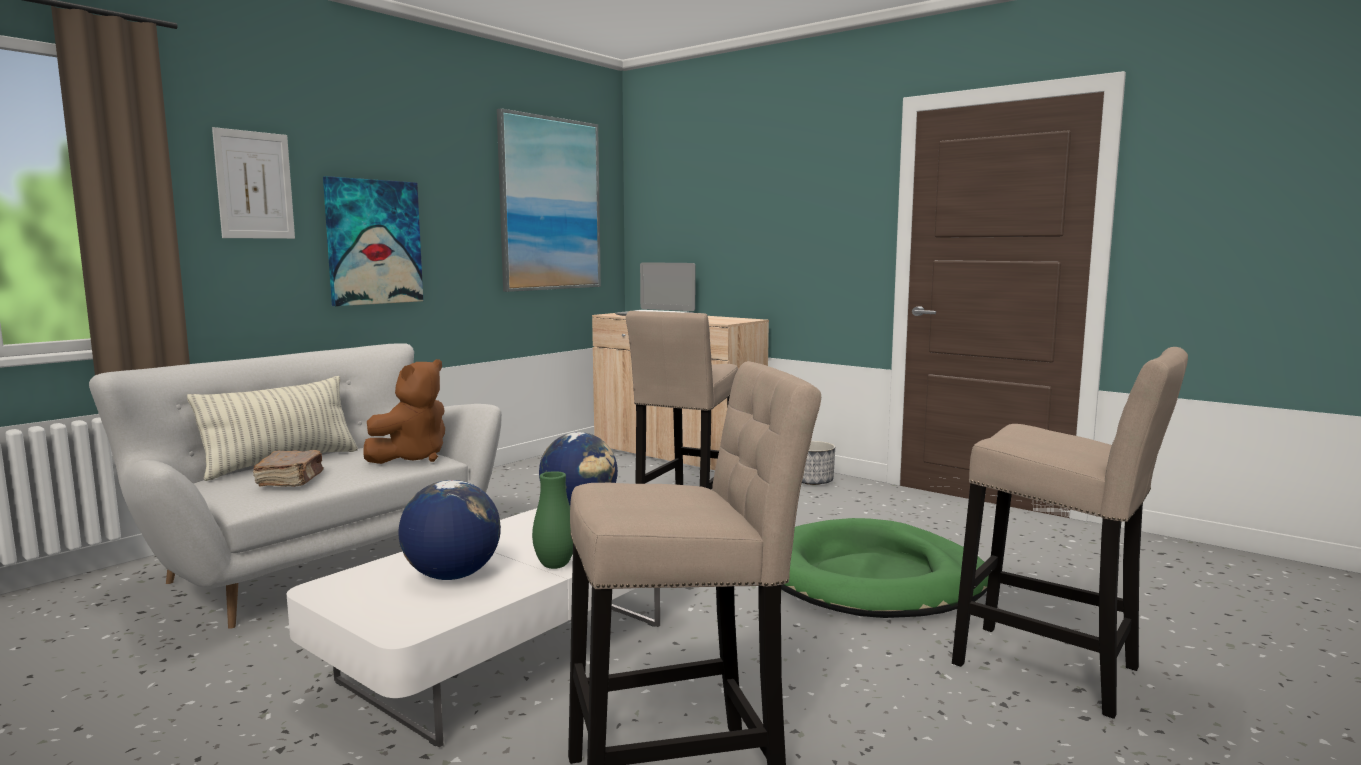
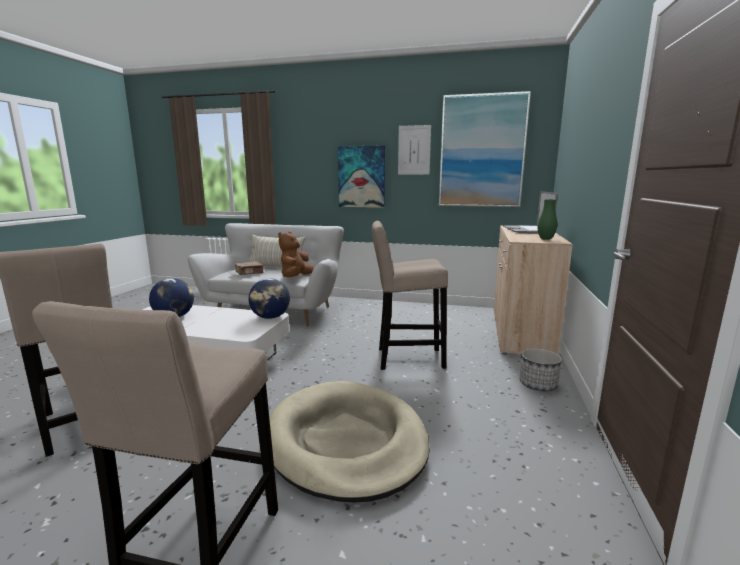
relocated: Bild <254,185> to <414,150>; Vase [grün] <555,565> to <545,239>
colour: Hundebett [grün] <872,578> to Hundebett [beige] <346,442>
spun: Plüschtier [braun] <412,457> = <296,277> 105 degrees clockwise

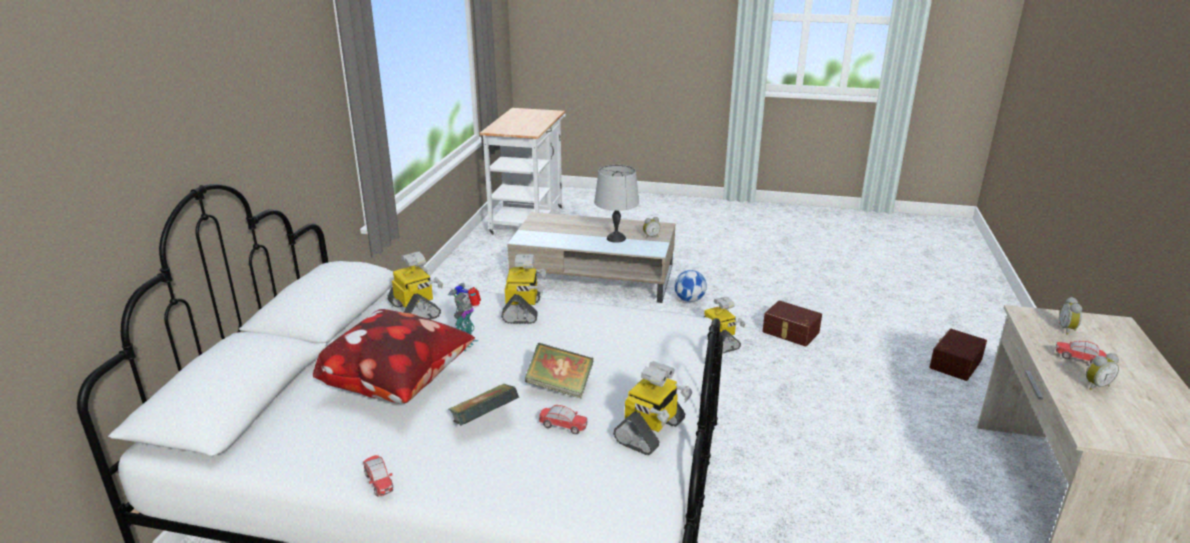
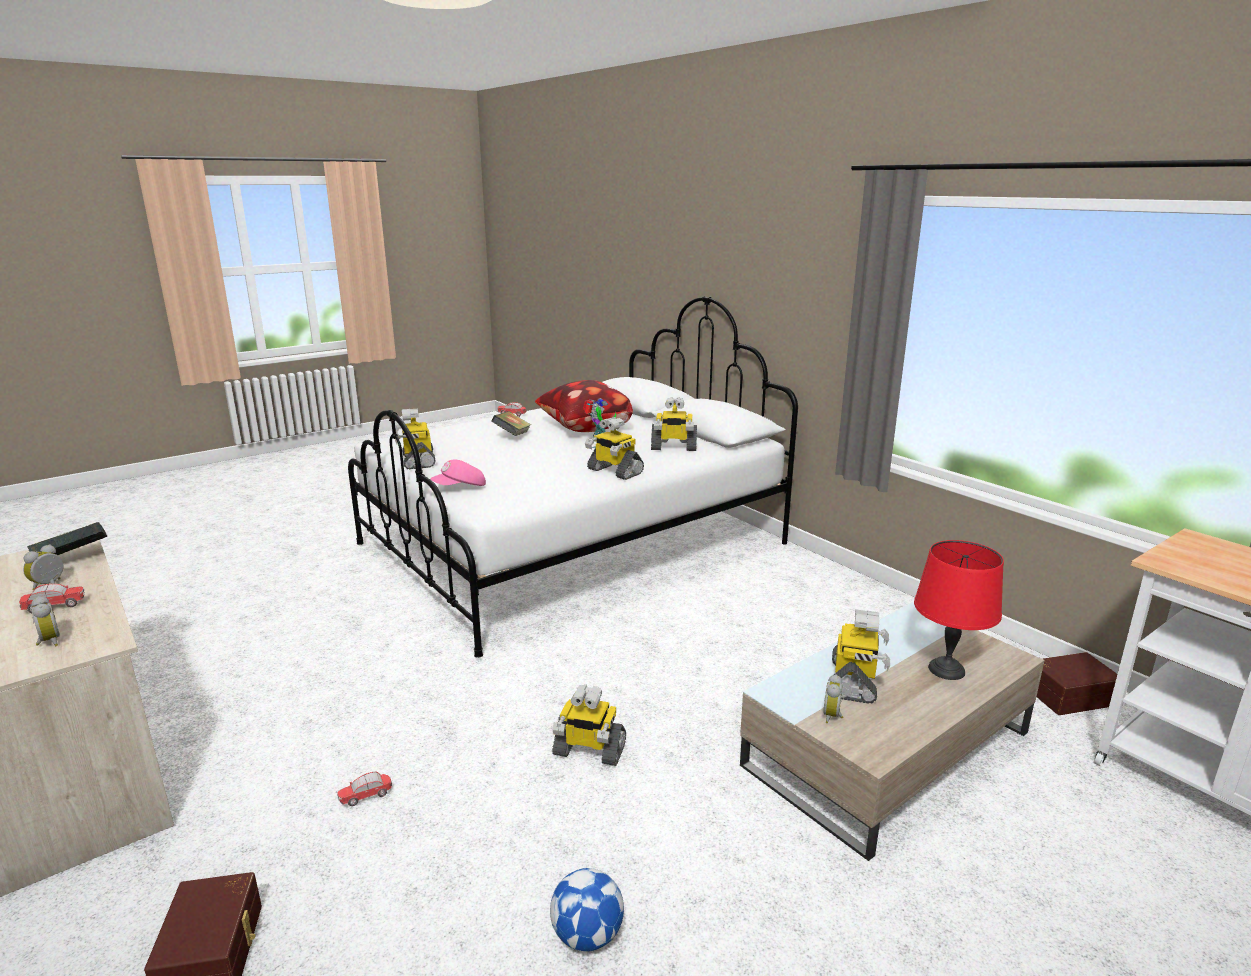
appeared: Kappe [rosa] <460,488>; Tischlampe [rot] <945,669>
relocated: Buch <560,386> to <73,560>; Spielzeugauto <563,426> to <366,796>; Fußball <689,300> to <587,935>; Aufbewahrungsbox [braun] <790,332> to <1068,694>
exchanged: Tischlampe [grau] <616,238> to Spielzeugroboter <854,682>

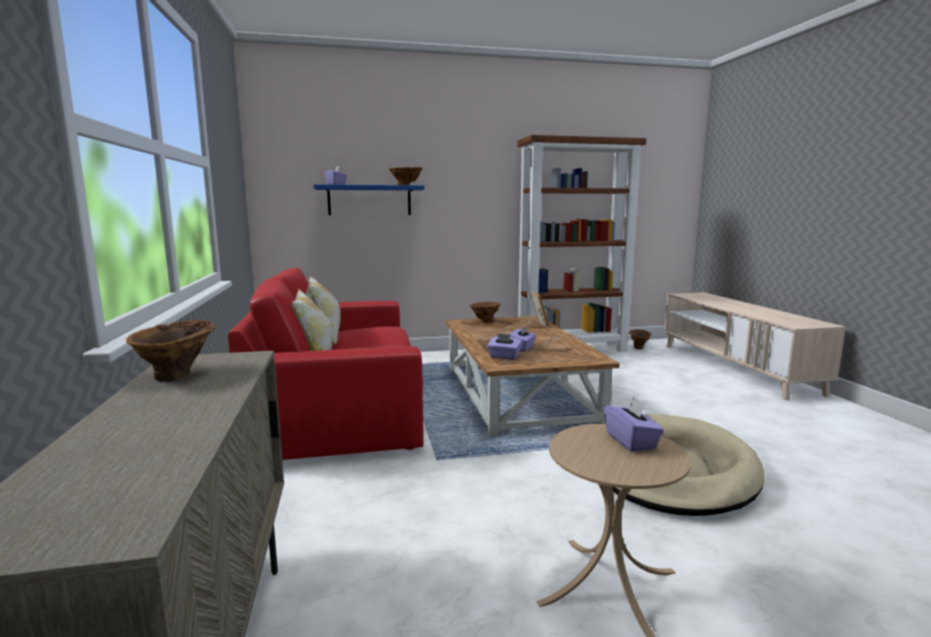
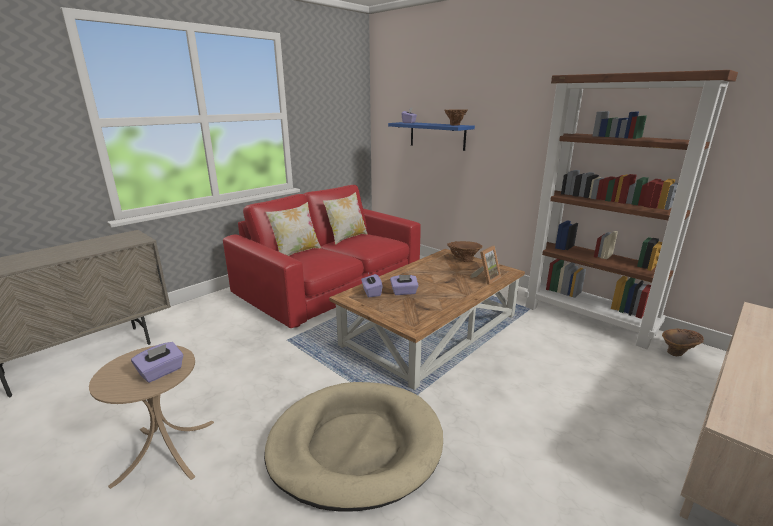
missing: Vase [braun] <179,374>

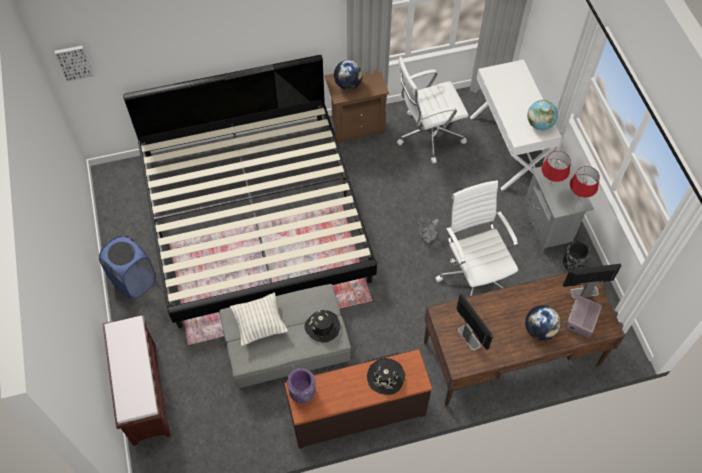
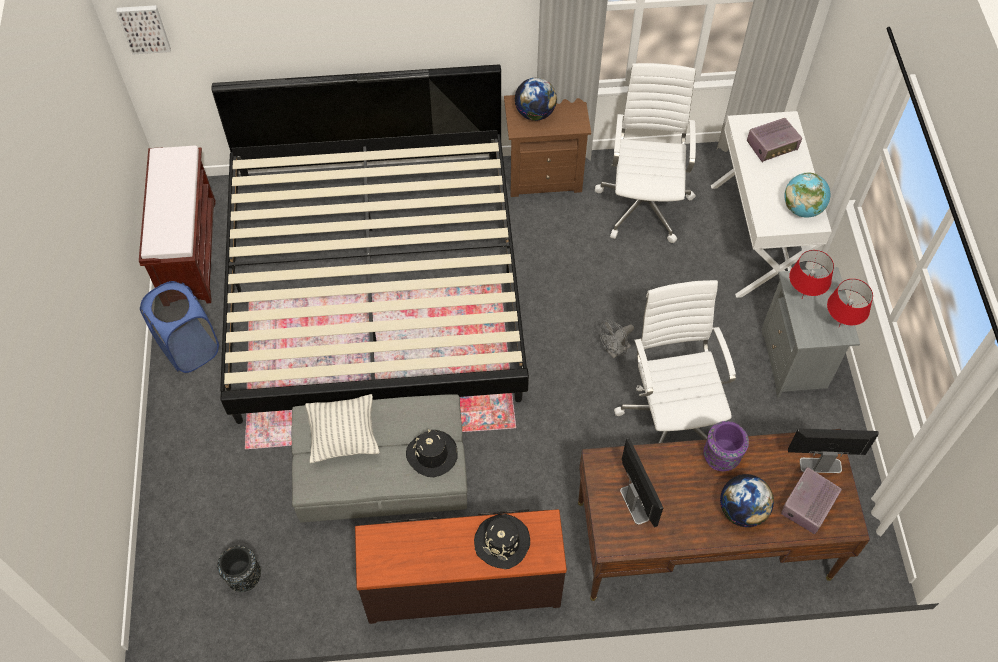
appeared: Radio <772,146>
relocated: Bank [braun] <144,392> to <189,251>; Vase [schwarz] <572,264> to <244,577>; Vase [lila] <302,393> to <721,458>
spun: Bürostuhl [weiß] <428,135> = <644,203> 105 degrees clockwise

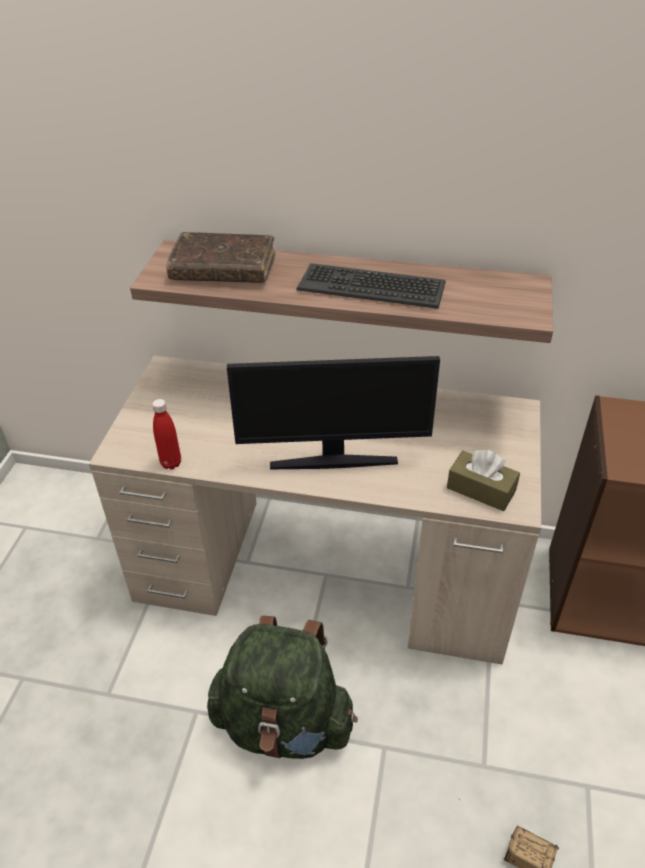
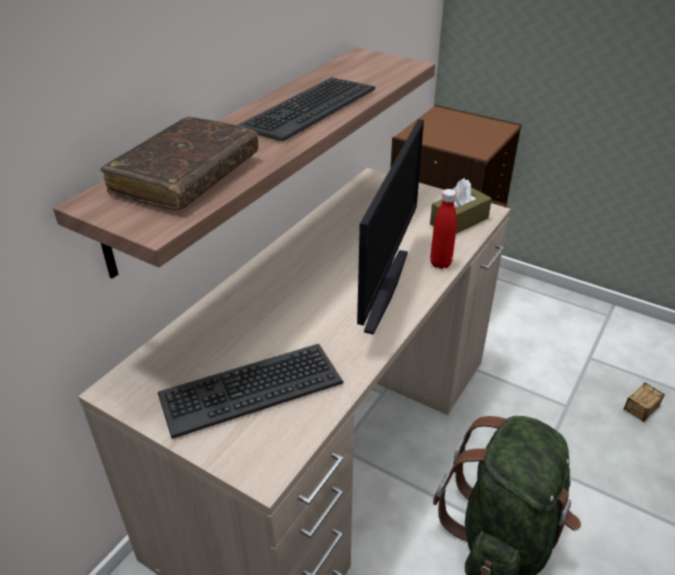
appeared: Tastatur <251,388>
relocated: Flasche [rot] <171,463> to <440,263>

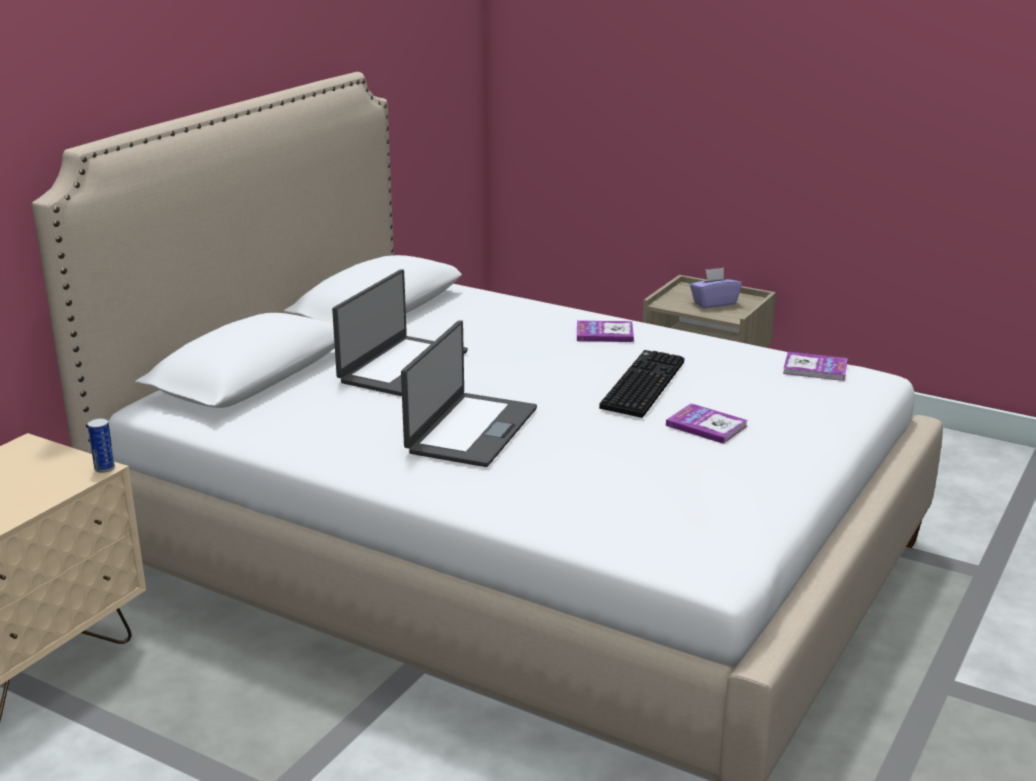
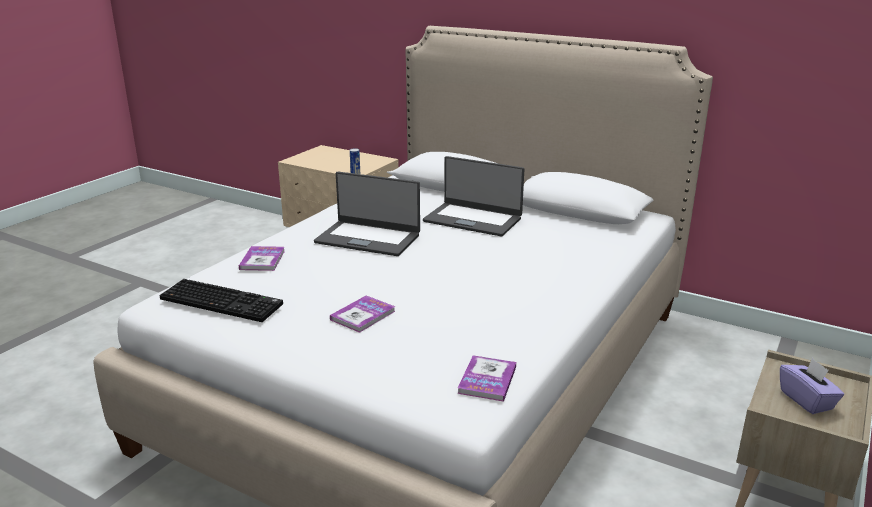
relocated: Tastatur <641,384> to <223,301>; Buch <604,333> to <262,260>

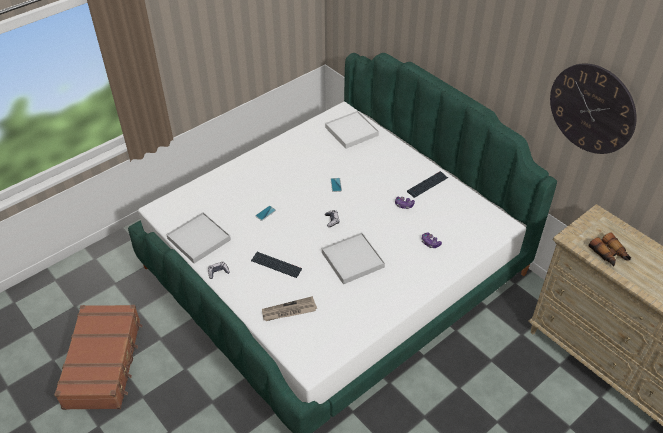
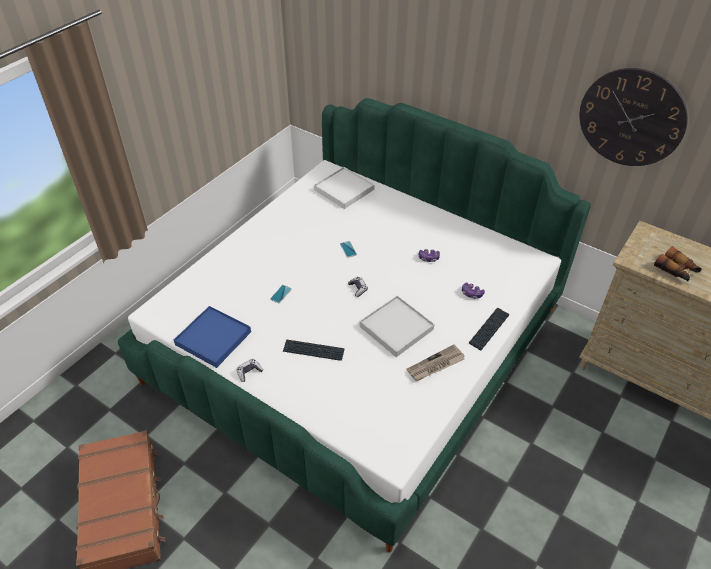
relocated: Zeitung <289,311> to <435,365>; Tastatur <427,185> to <489,329>
colour: Tablett [weiß] <199,239> to Tablett [blau] <213,338>

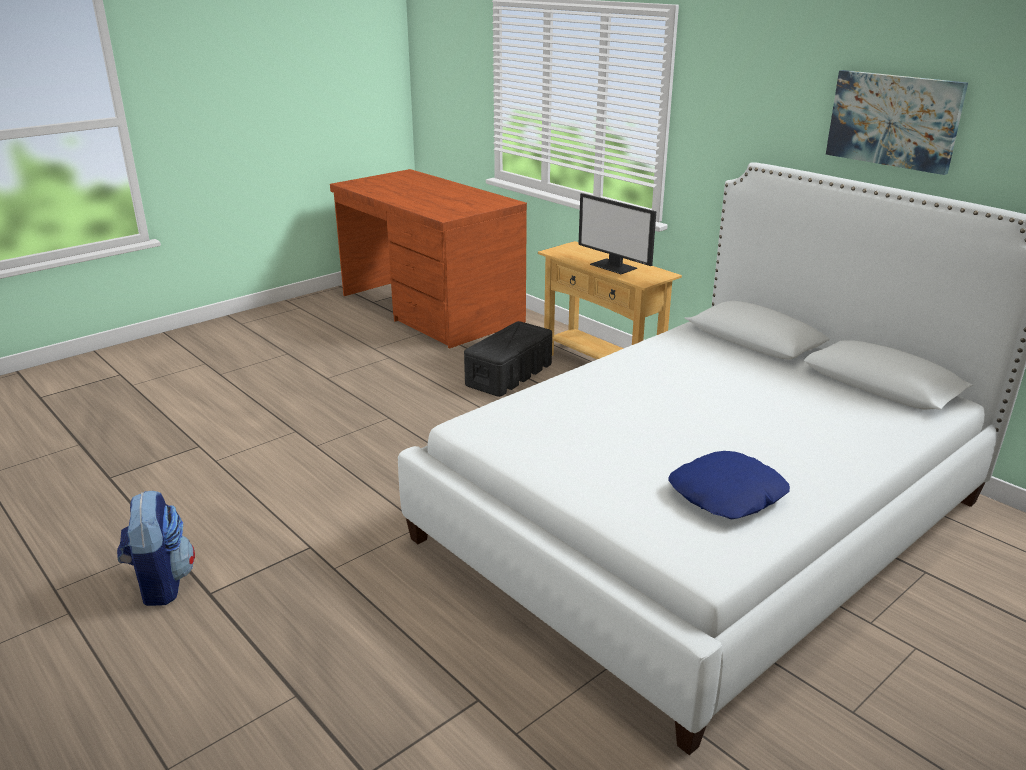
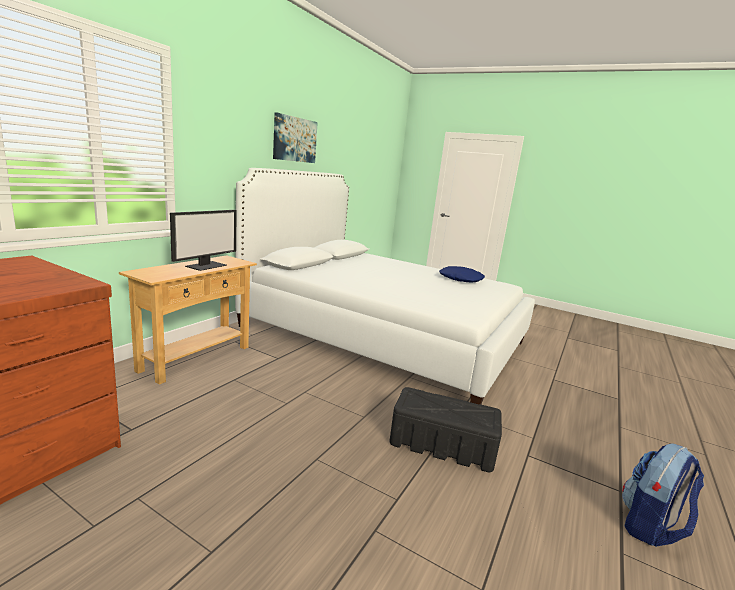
relocated: Aufbewahrungsbox [schwarz] <509,374> to <441,444>

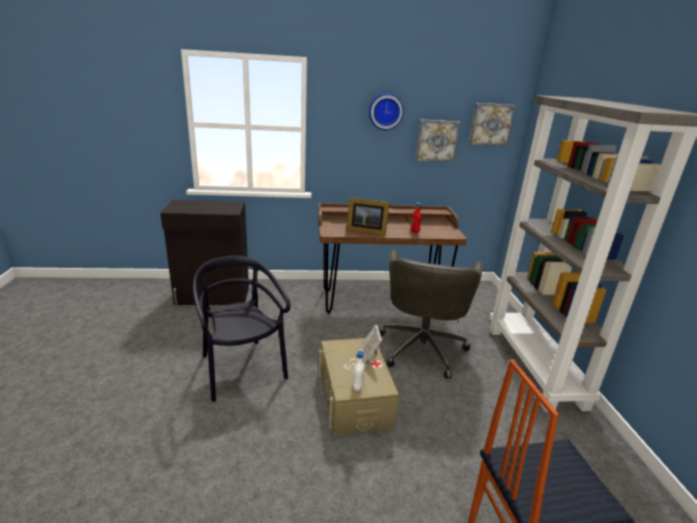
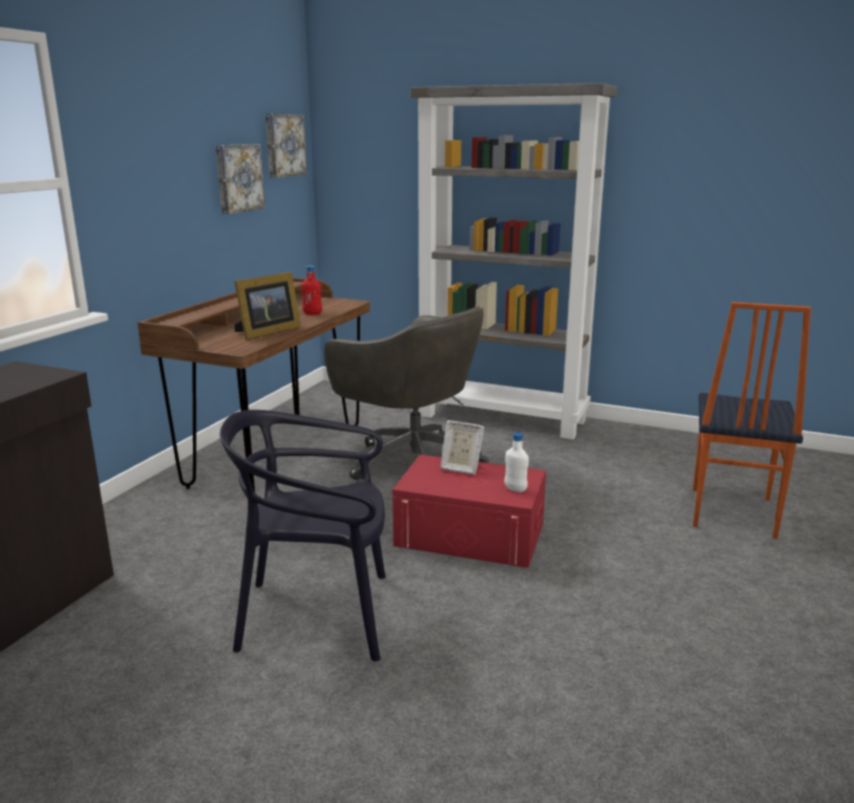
missing: Wanduhr <385,111>
colour: Aufbewahrungsbox [beige] <354,398> to Aufbewahrungsbox [rot] <470,535>

